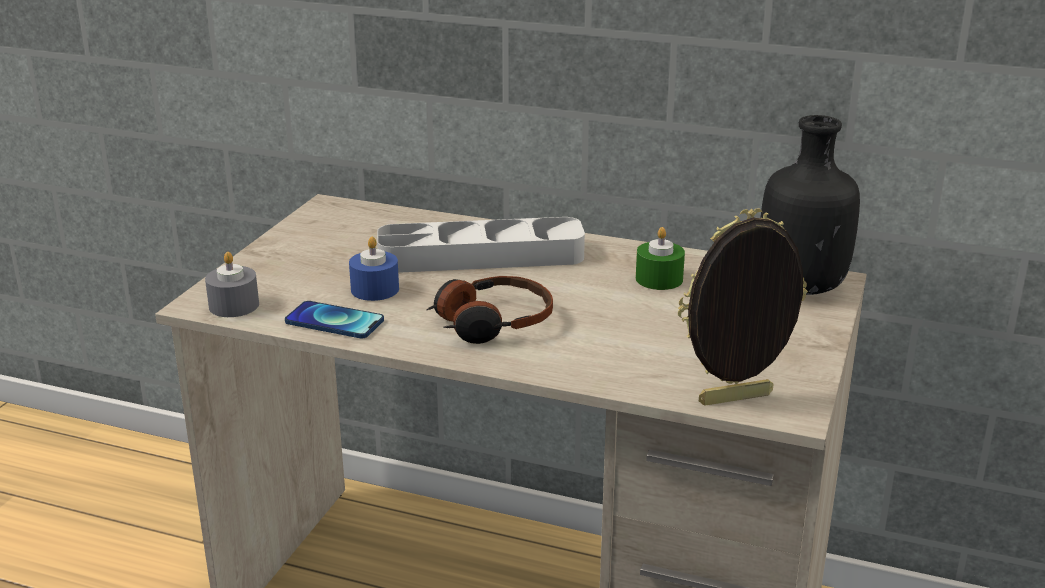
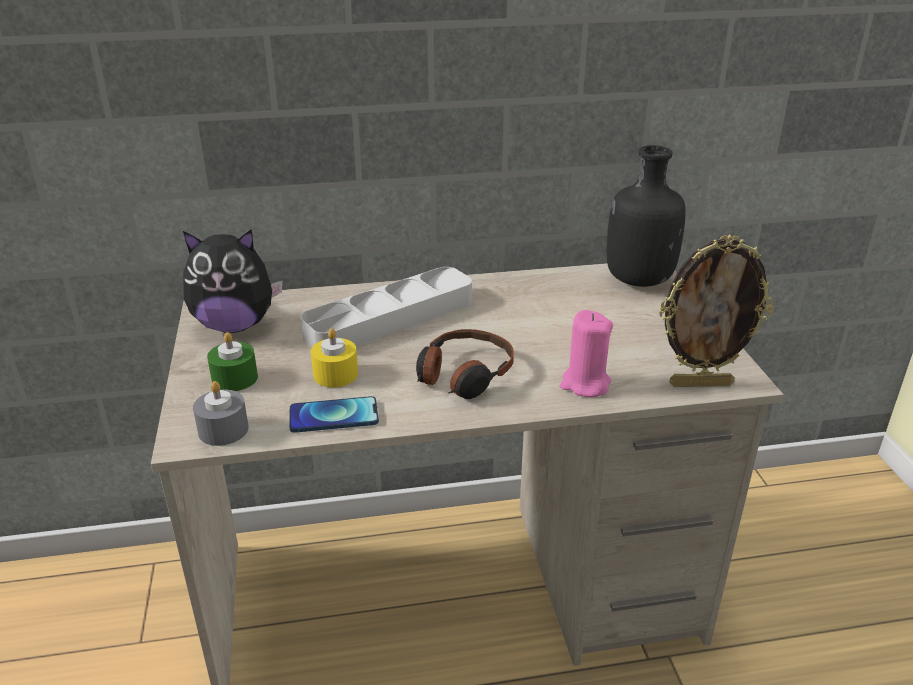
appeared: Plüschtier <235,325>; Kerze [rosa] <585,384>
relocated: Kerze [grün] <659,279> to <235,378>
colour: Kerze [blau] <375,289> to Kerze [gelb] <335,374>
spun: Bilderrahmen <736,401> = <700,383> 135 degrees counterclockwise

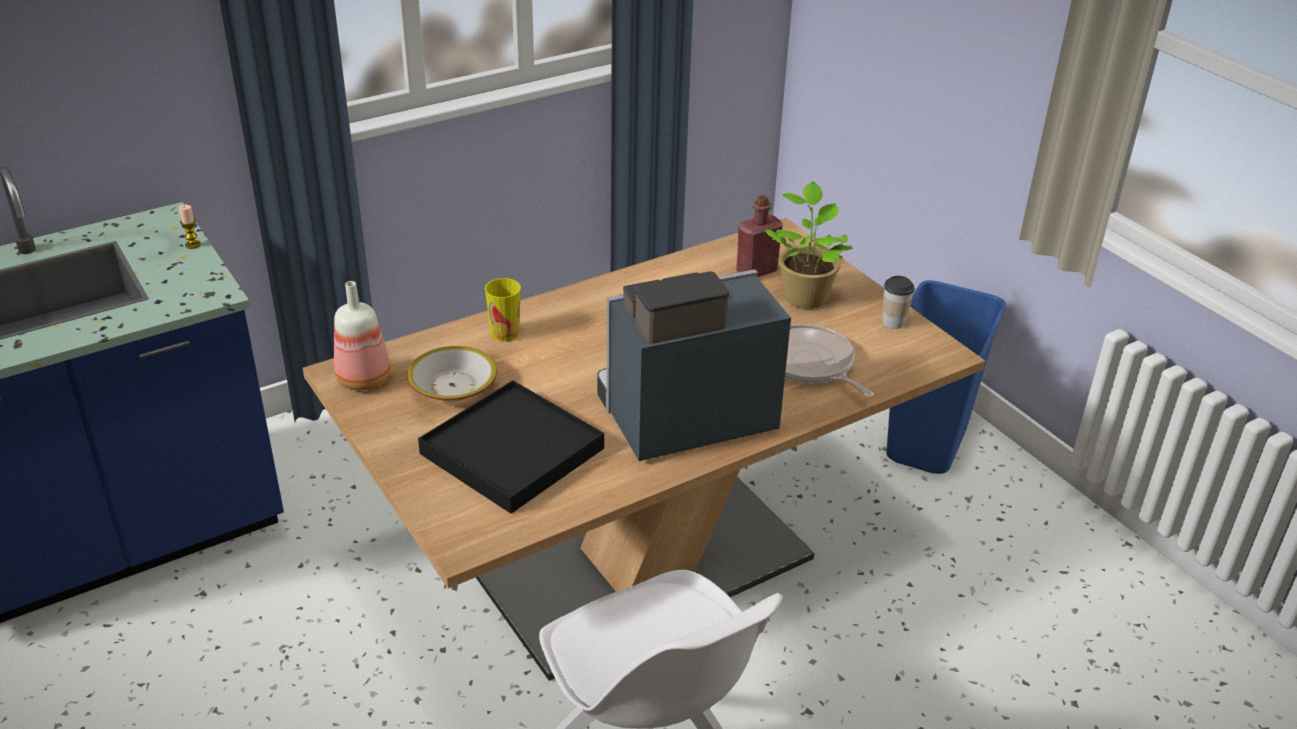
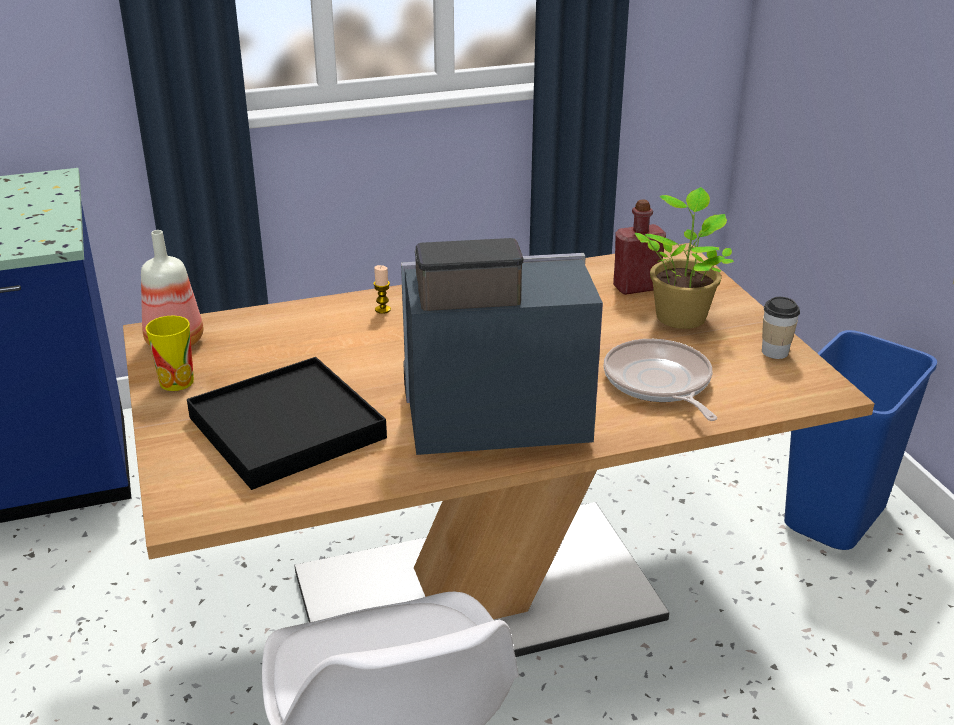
missing: Schüssel <452,386>
relocated: Tasse <505,333> to <176,382>; Kerze <193,245> to <382,309>

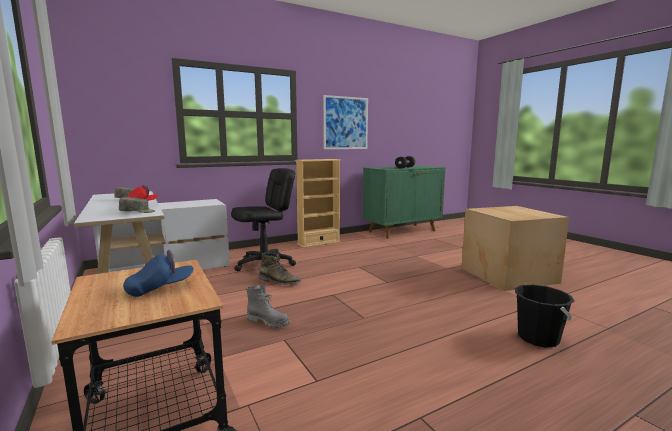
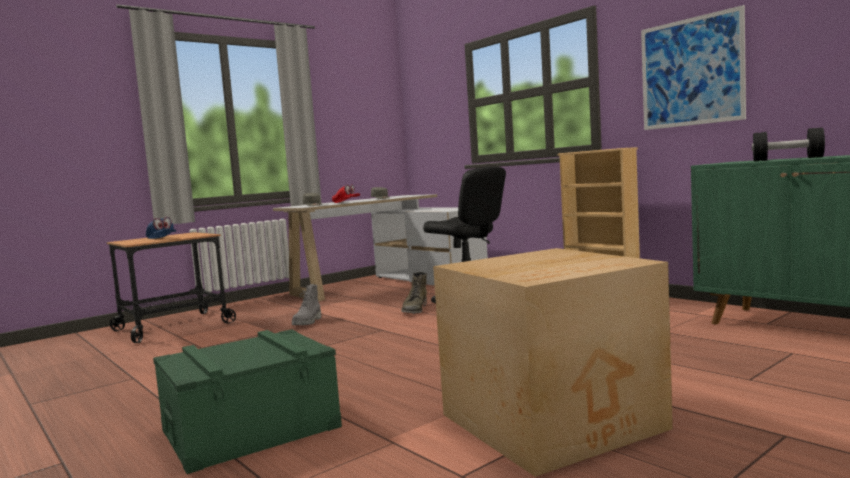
exchanged: Eimer [schwarz] <538,338> to Aufbewahrungsbox [grün] <250,428>

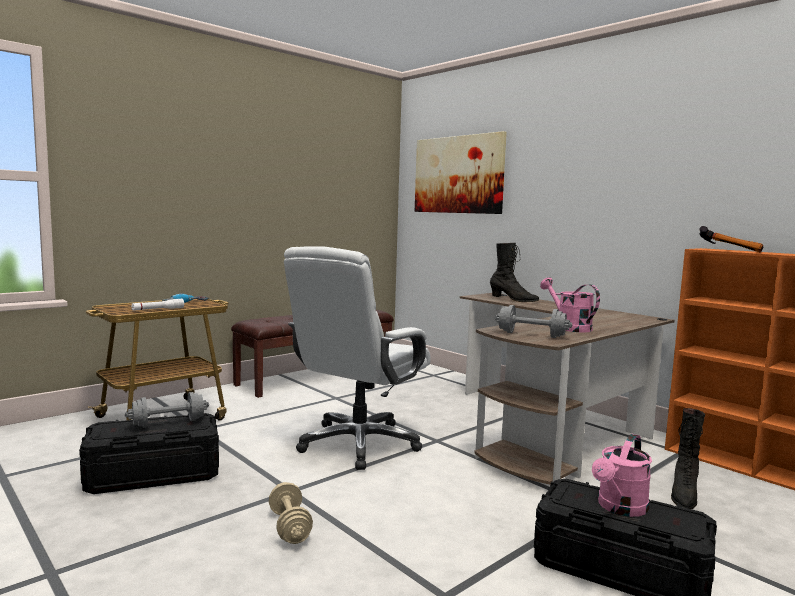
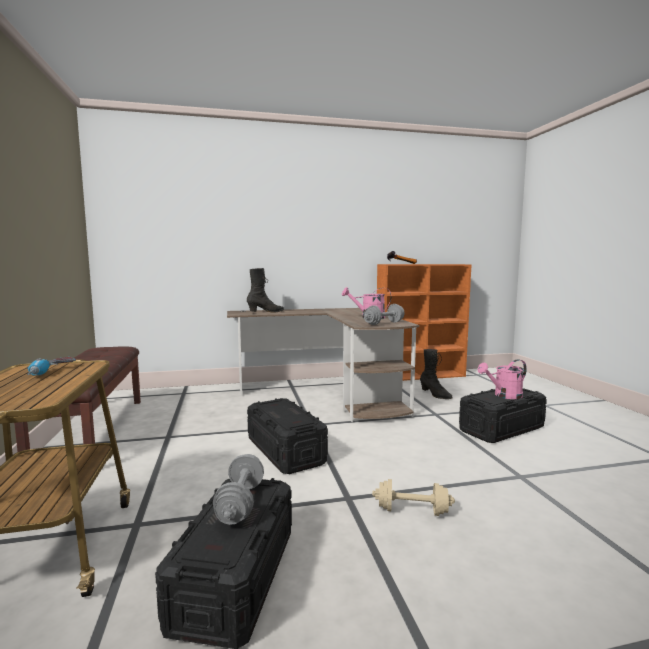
missing: Taschenlampe [weiß] <158,309>; Bild <458,175>
exchanged: Bürostuhl [weiß] <358,444> to Aufbewahrungsbox [schwarz] <285,451>
spun: Gießkanne [rosa] <619,508> = <504,396> 90 degrees clockwise

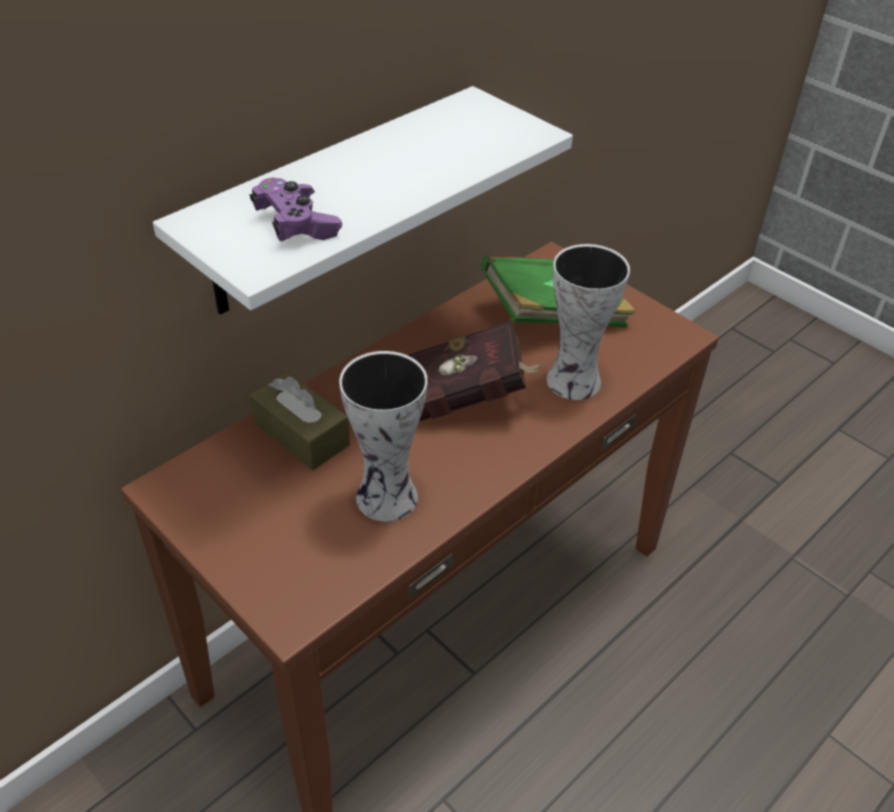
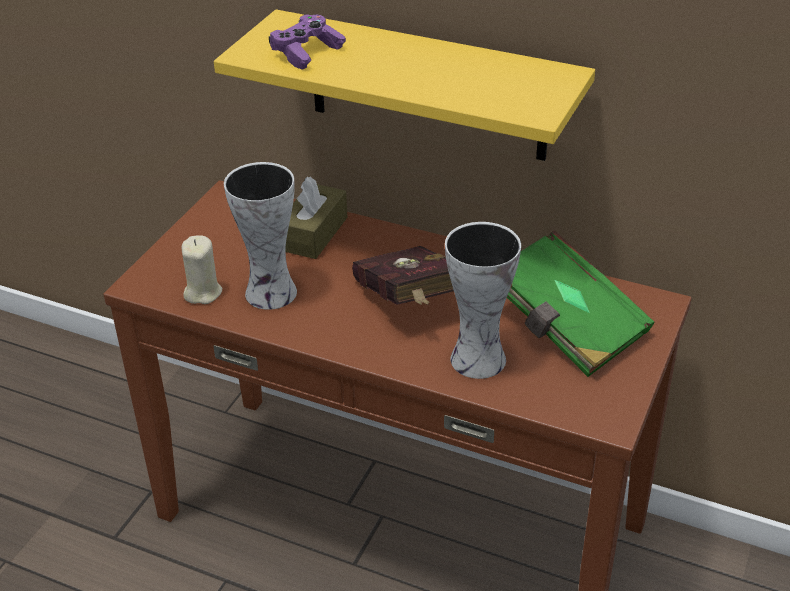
appeared: Kerze [beige] <203,292>
colour: Wandregal [weiß] <333,202> to Wandregal [gelb] <427,86>

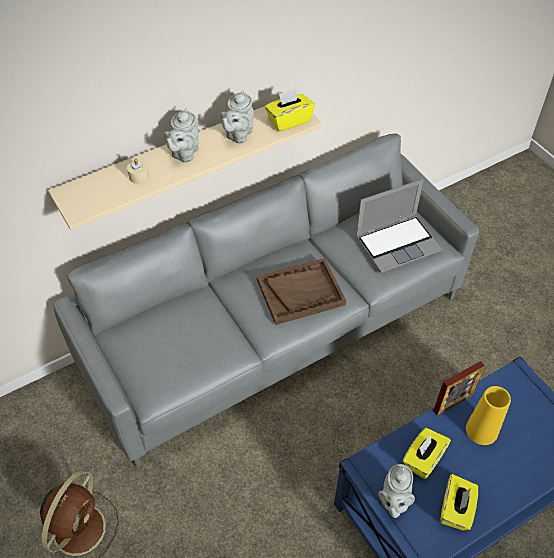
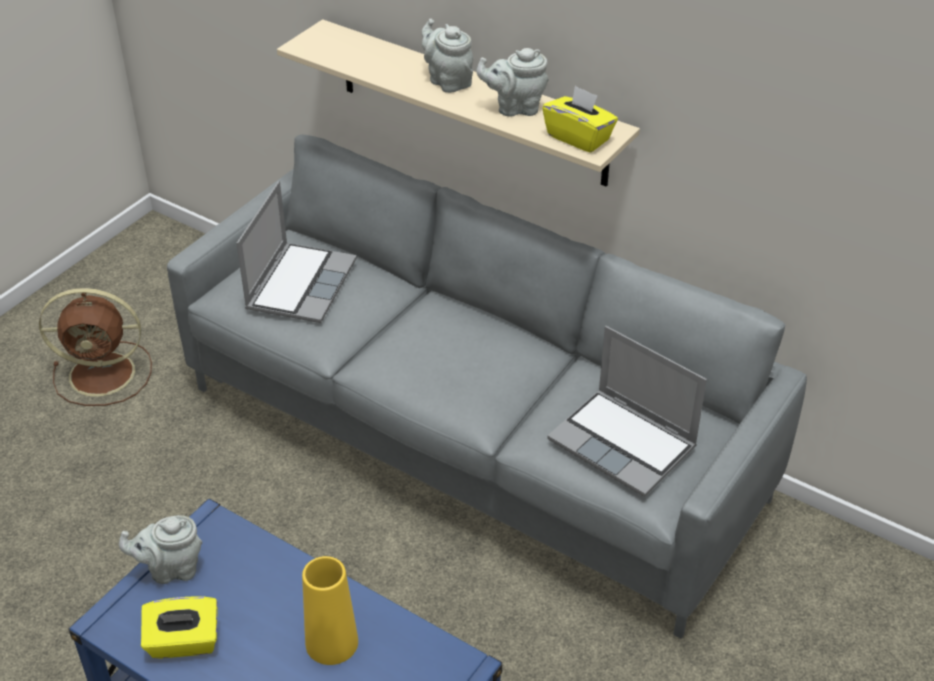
missing: Kerze [beige] <139,176>; Tablett [braun] <300,292>; Taschentuchbox [gelb] <423,459>; Bilderrahmen <453,403>
appeared: Laptop <300,284>
spun: Teekanne [grau] <184,154> = <447,81> 60 degrees clockwise

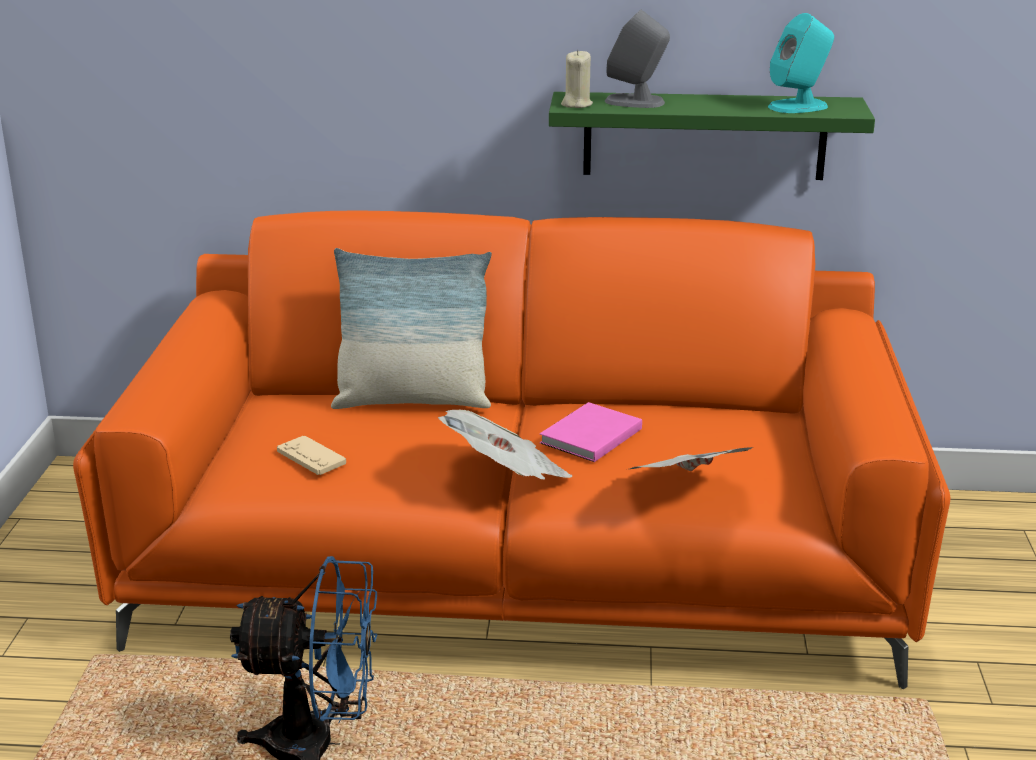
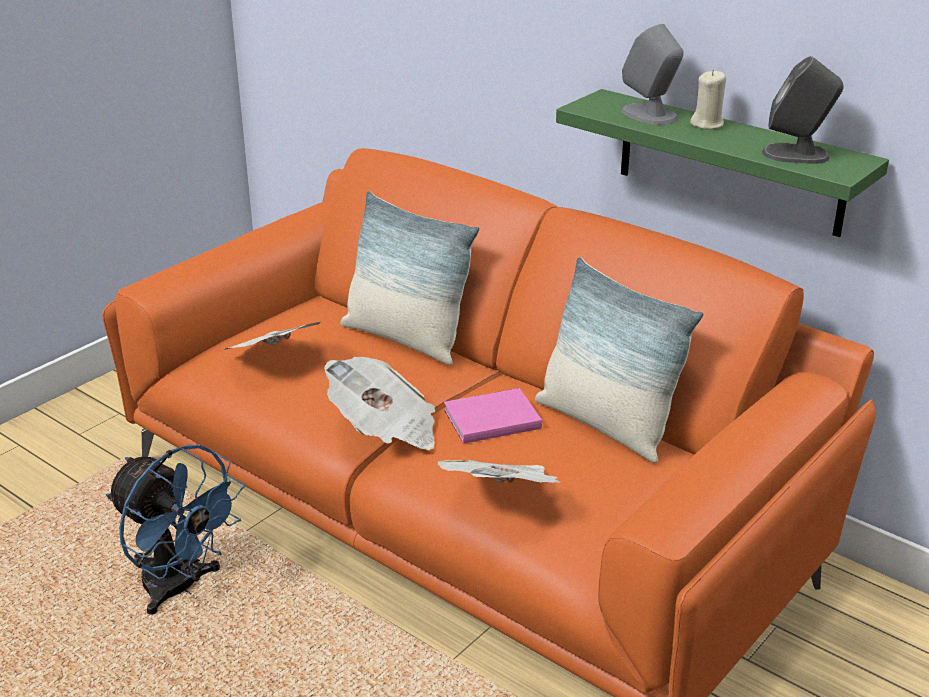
appeared: Kissen <606,424>
relocated: Kerze [beige] <576,104> to <707,124>
exchanged: Gamepad [beige] <311,457> to Zeitung <273,360>
colour: Lautsprecher [türkis] <798,106> to Lautsprecher [grau] <796,154>

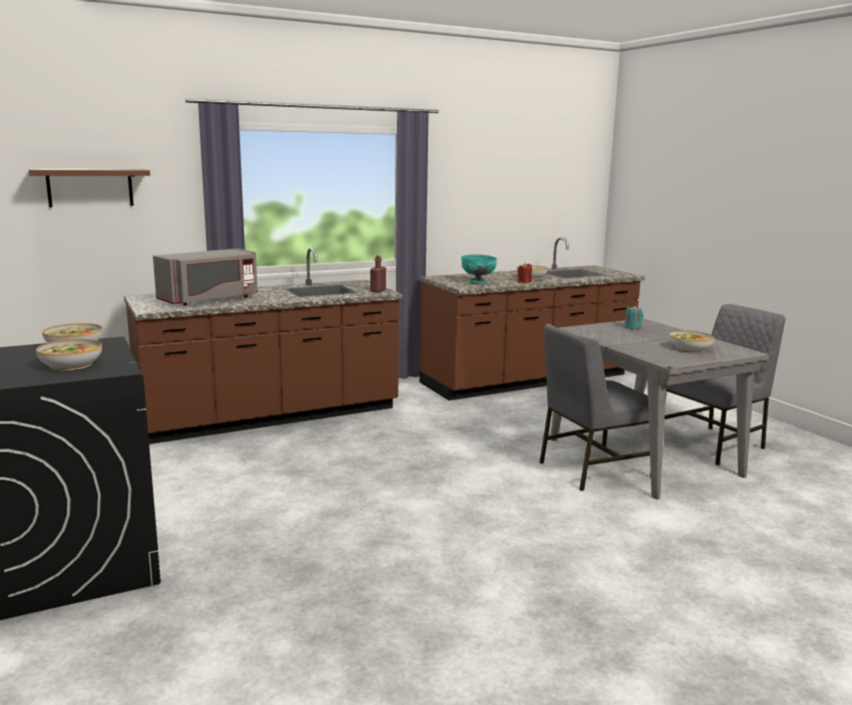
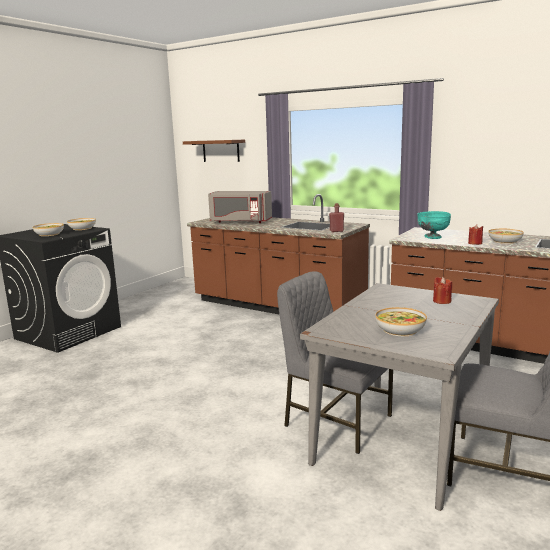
colour: Kerze [türkis] <632,327> to Kerze [rot] <442,301>

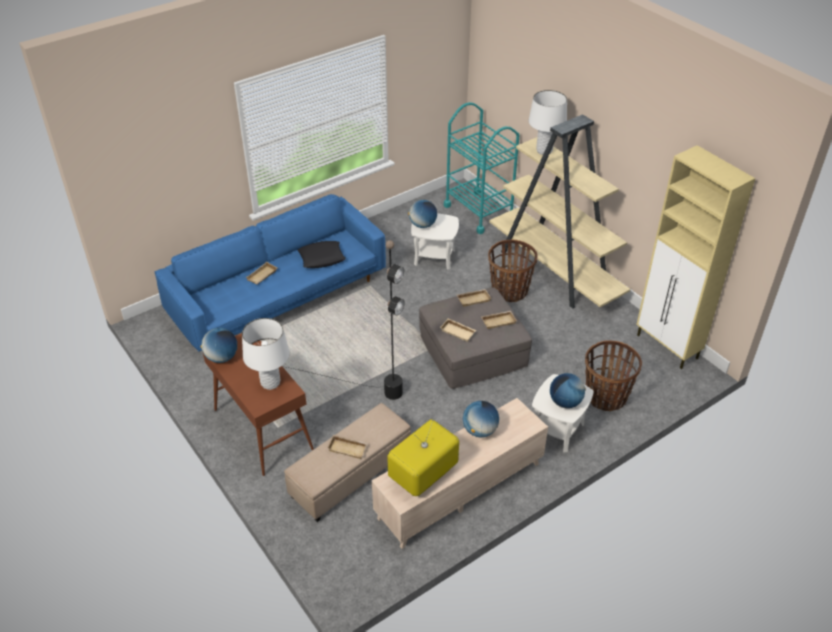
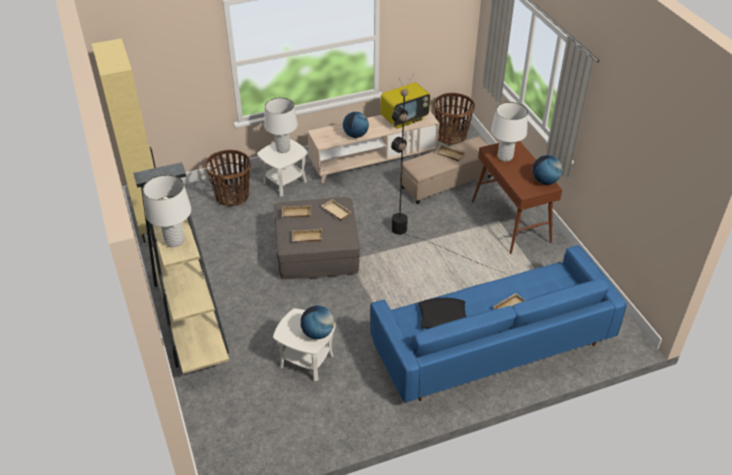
missing: Rollwagen [türkis] <478,212>
relocated: Korb <509,291> to <451,136>
exchanged: Globus <565,402> to Tischlampe [weiß] <283,149>

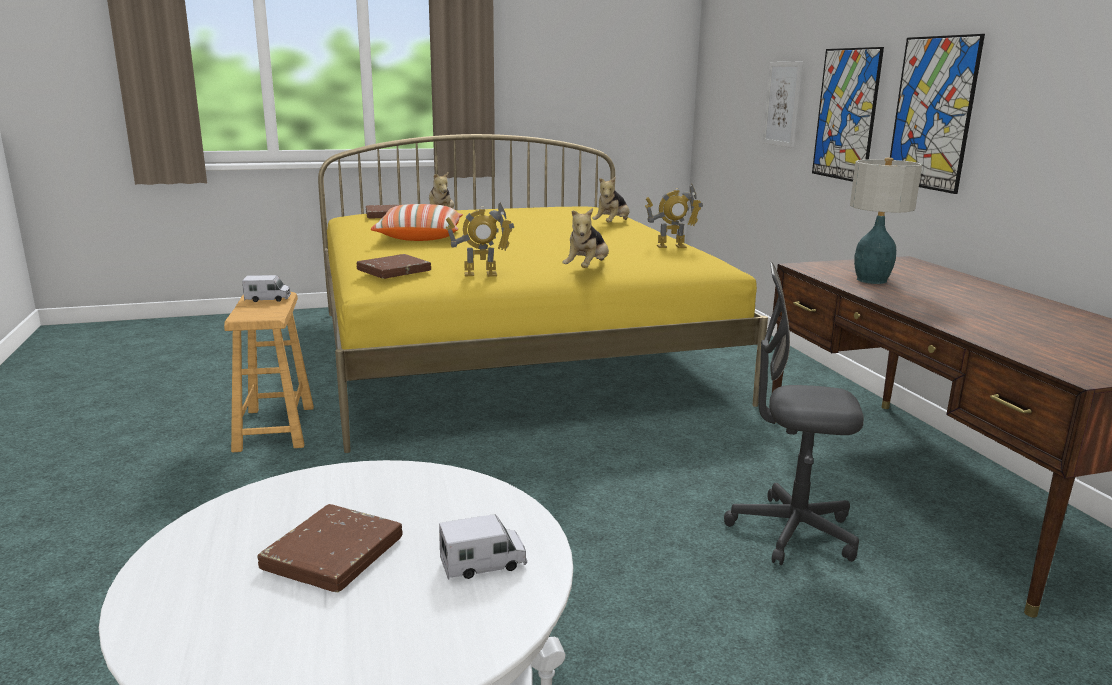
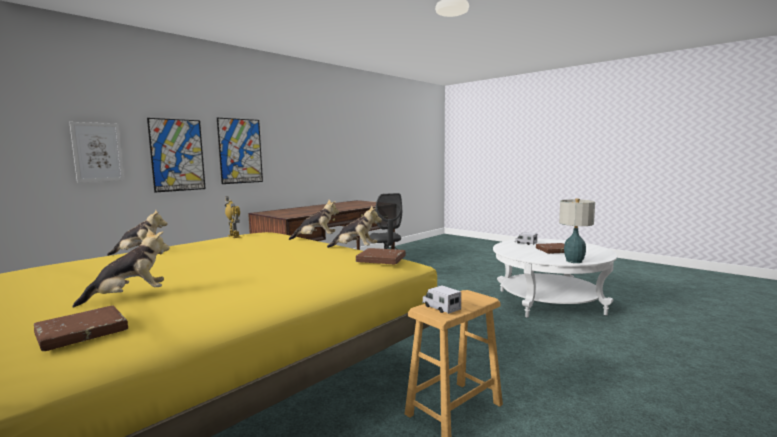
missing: Kissen <420,237>
relocated: Tischlampe <870,280> to <574,261>
exchanged: Spielzeugroboter <480,274> to Plüschtier <355,249>

